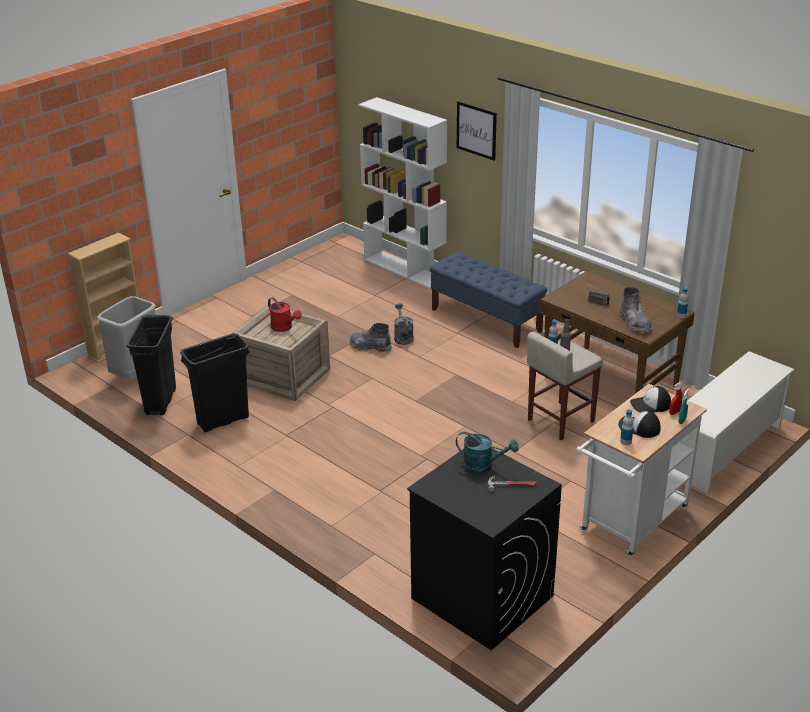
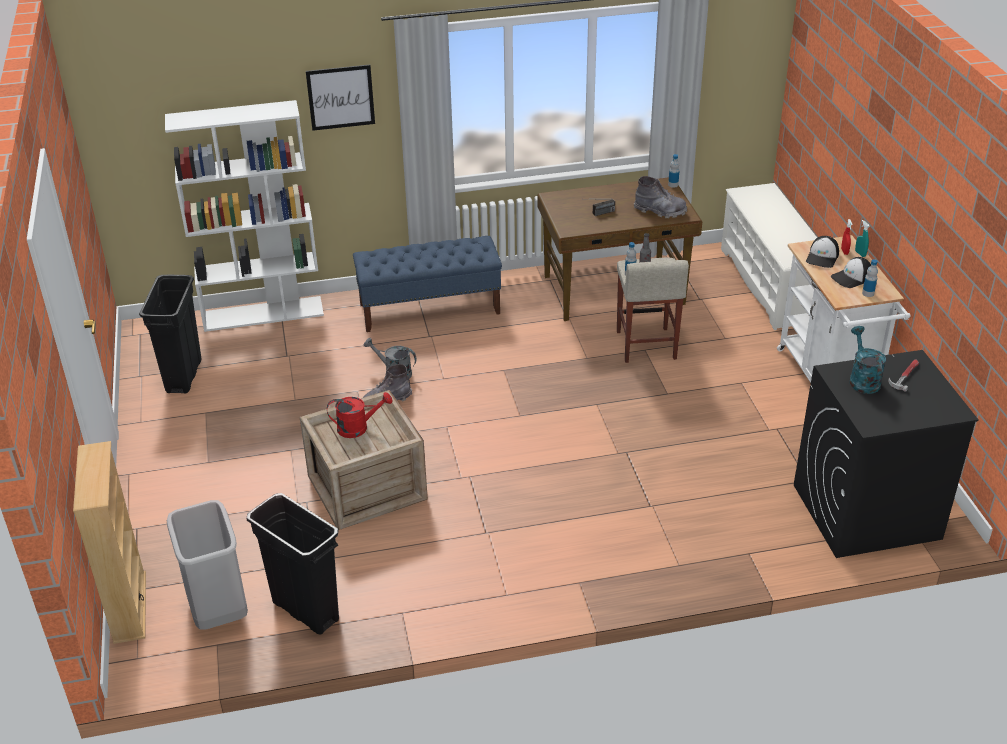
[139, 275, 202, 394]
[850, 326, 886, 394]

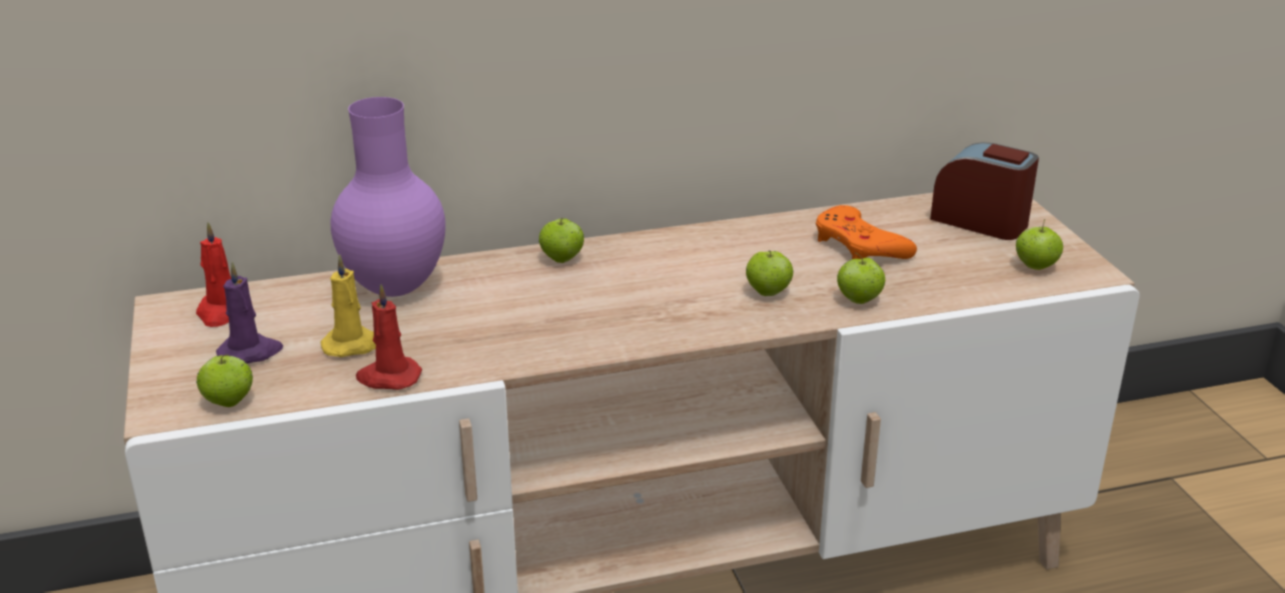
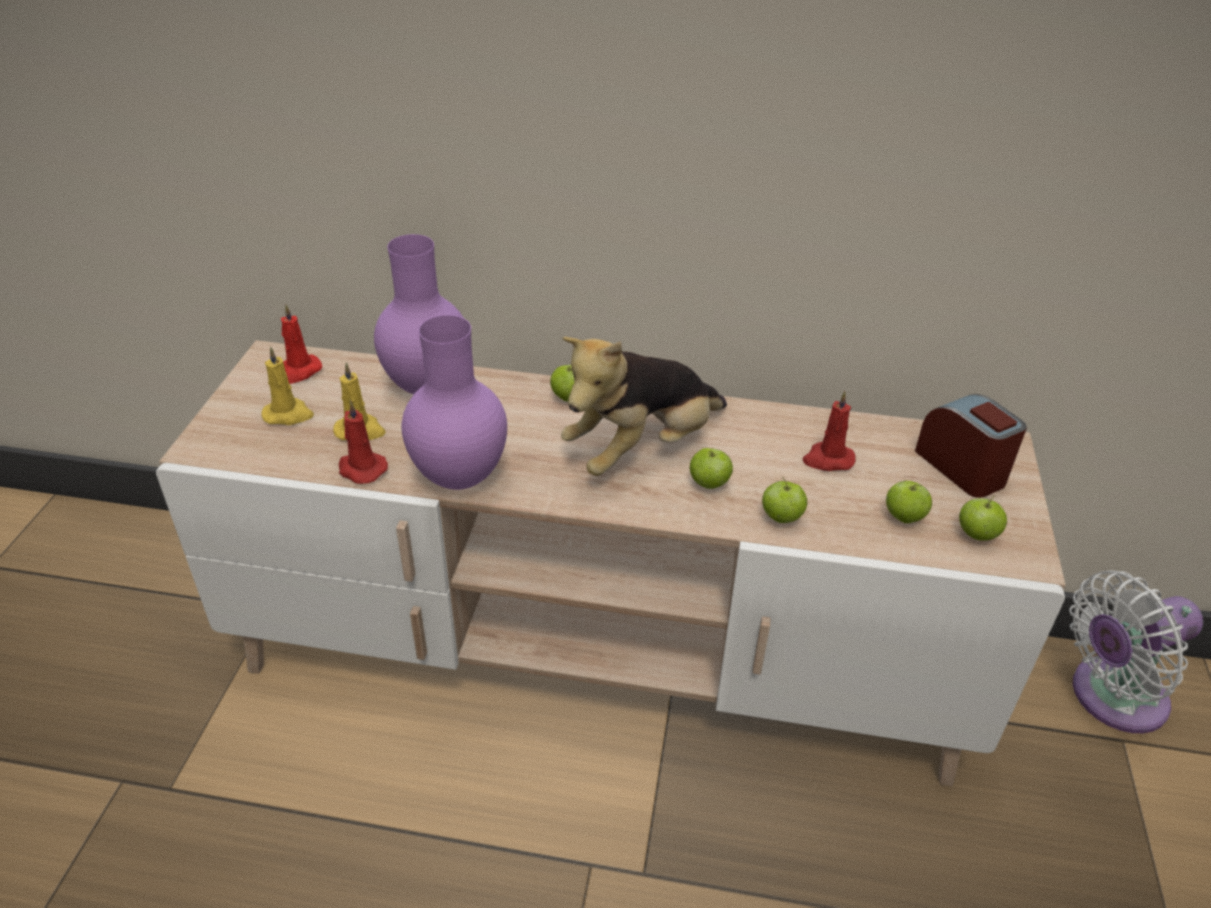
[886, 481, 932, 523]
[261, 347, 314, 425]
[803, 391, 856, 471]
[402, 315, 507, 490]
[561, 337, 727, 476]
[1069, 570, 1203, 733]

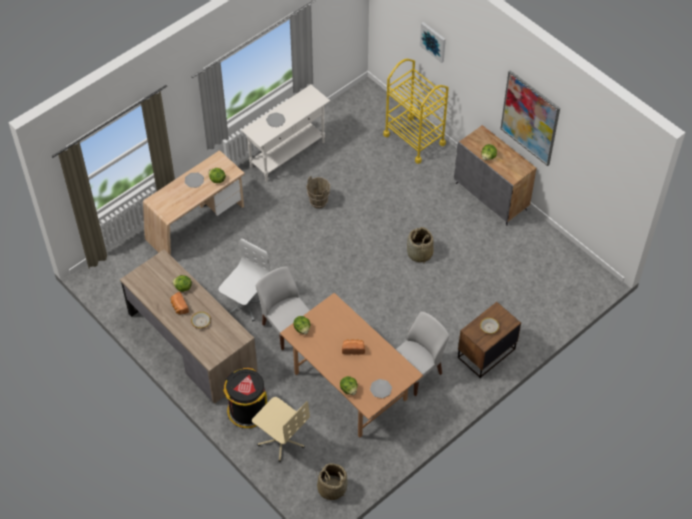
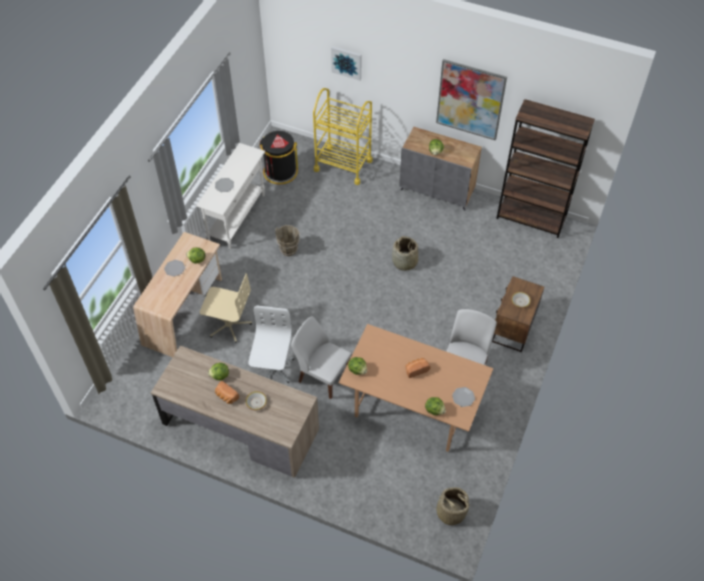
[260, 131, 298, 184]
[200, 273, 252, 343]
[496, 99, 595, 238]

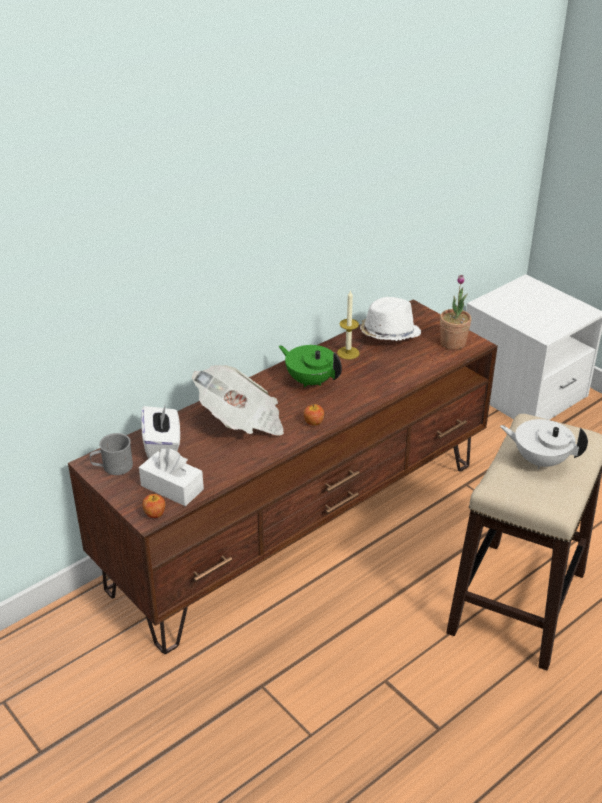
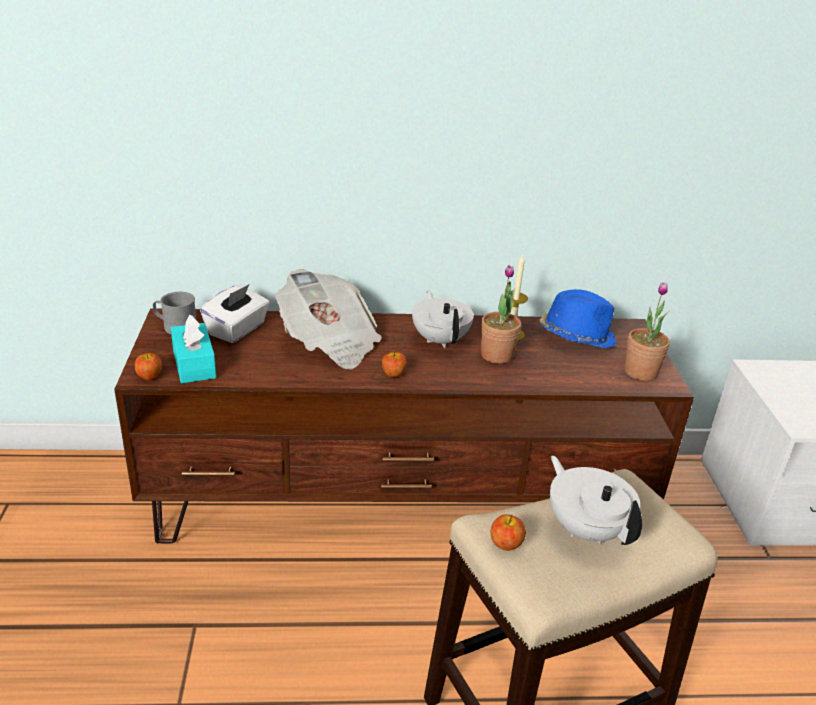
[171, 314, 216, 383]
[412, 291, 474, 348]
[539, 289, 617, 348]
[481, 265, 521, 364]
[491, 514, 526, 551]

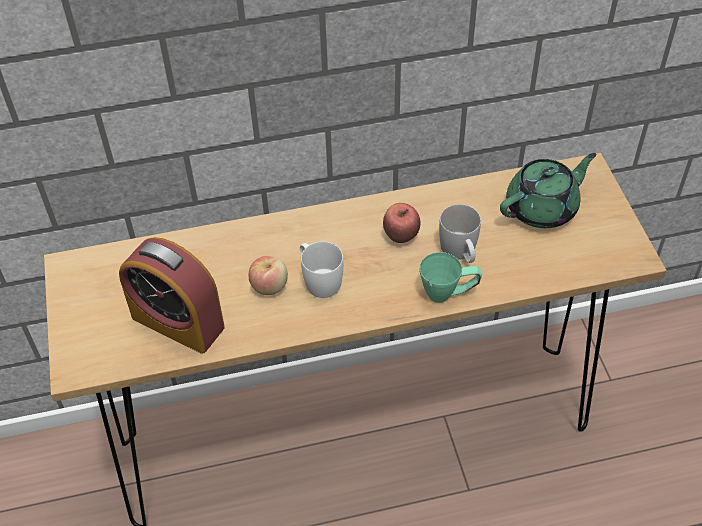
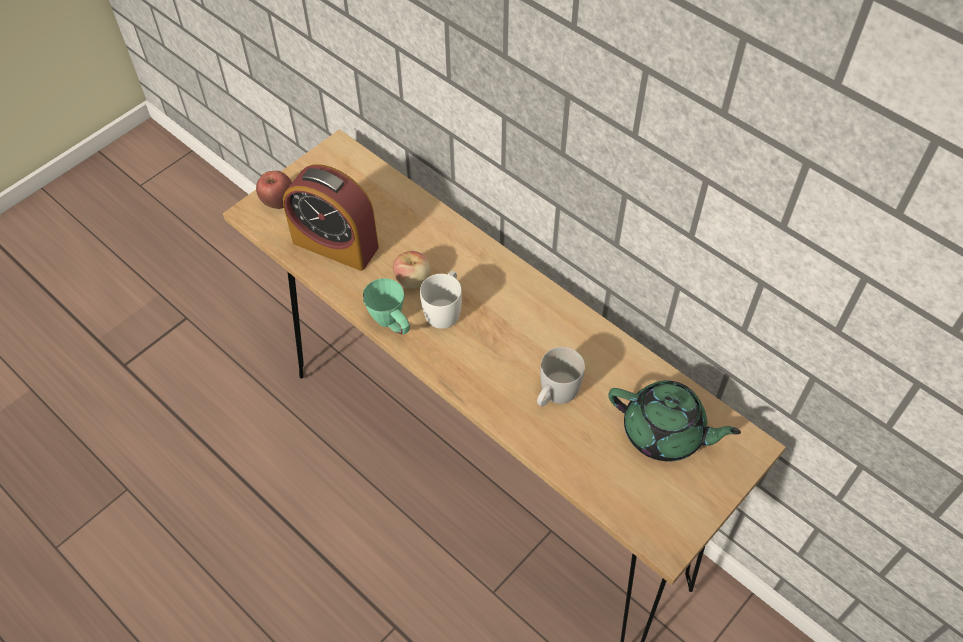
[283, 164, 379, 271]
[256, 171, 292, 209]
[363, 278, 410, 335]

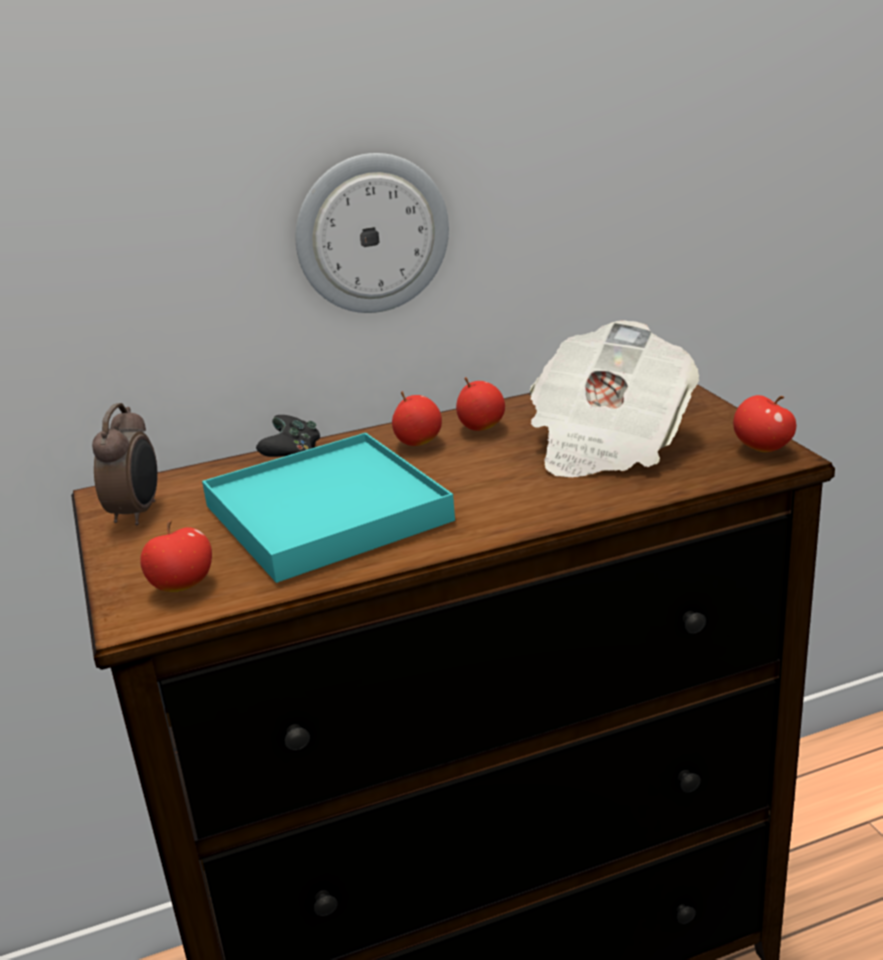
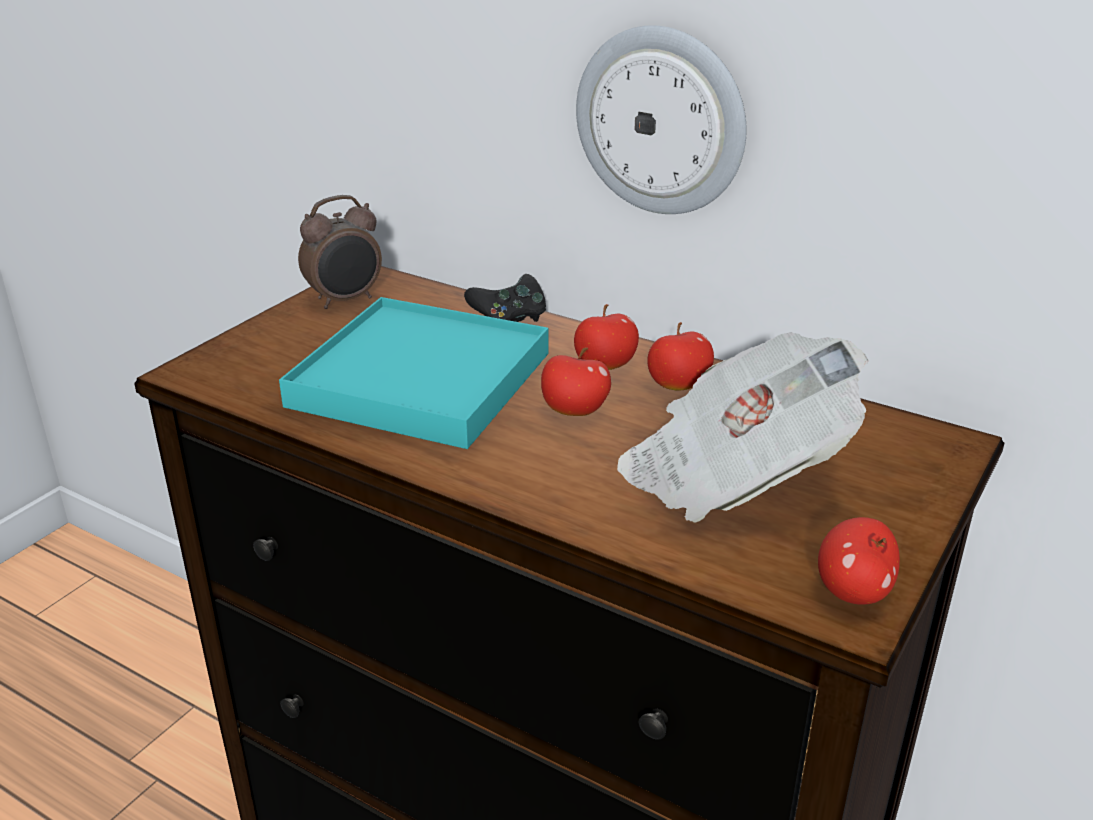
[541, 347, 611, 416]

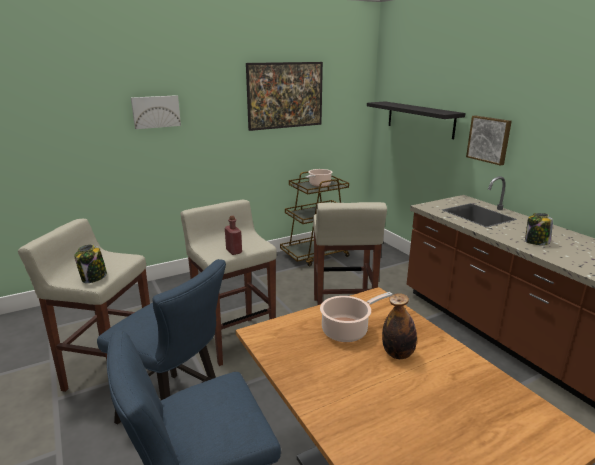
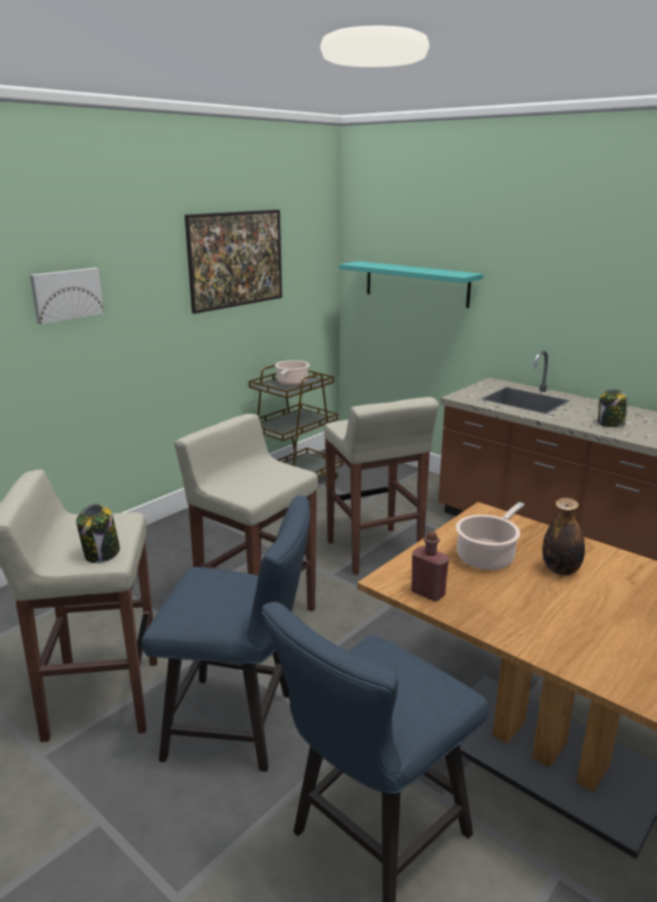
[411, 531, 449, 601]
[339, 261, 483, 308]
[466, 115, 512, 166] (first image)

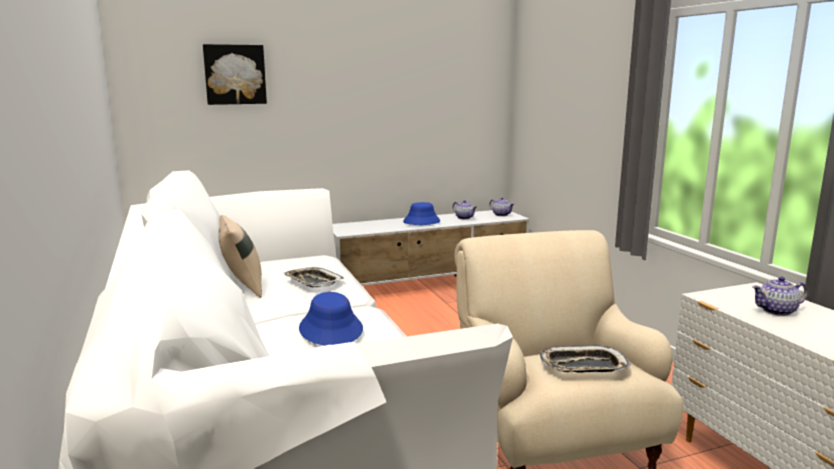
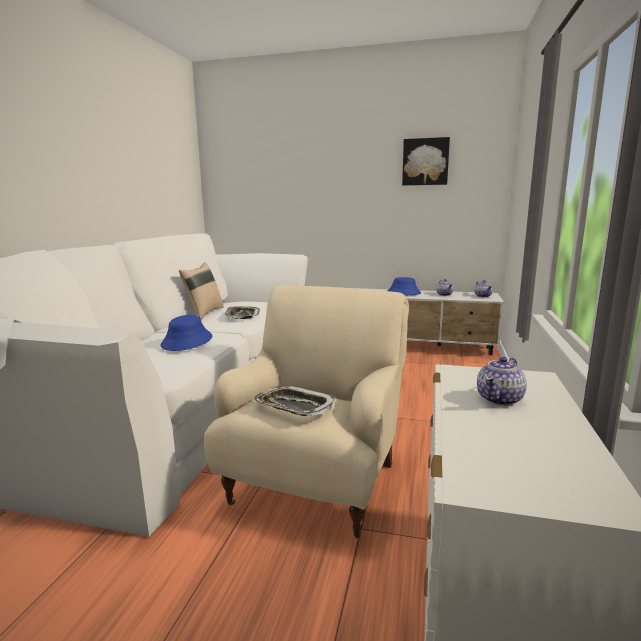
[402, 137, 450, 185]
[477, 357, 527, 406]

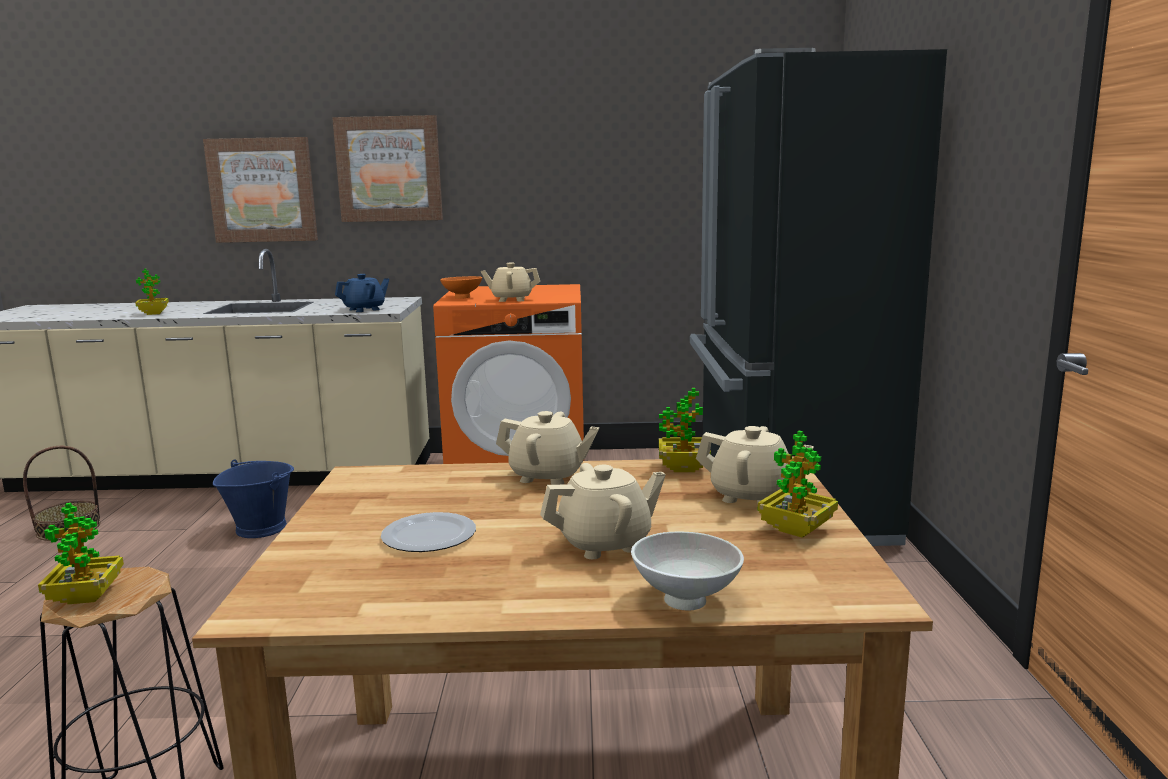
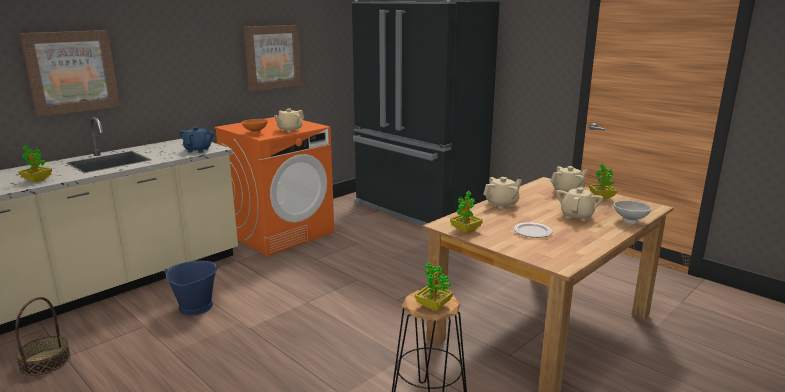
[243, 25, 301, 92]
[450, 191, 483, 233]

